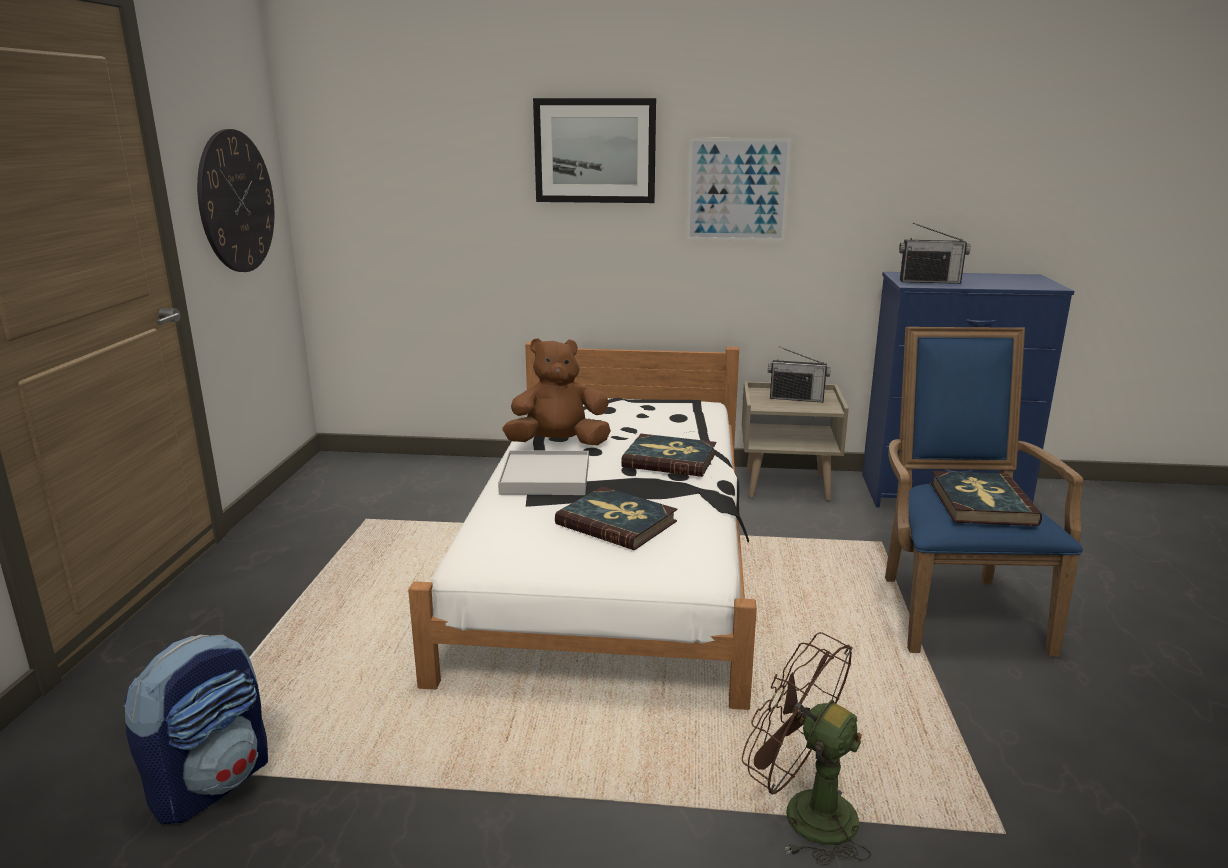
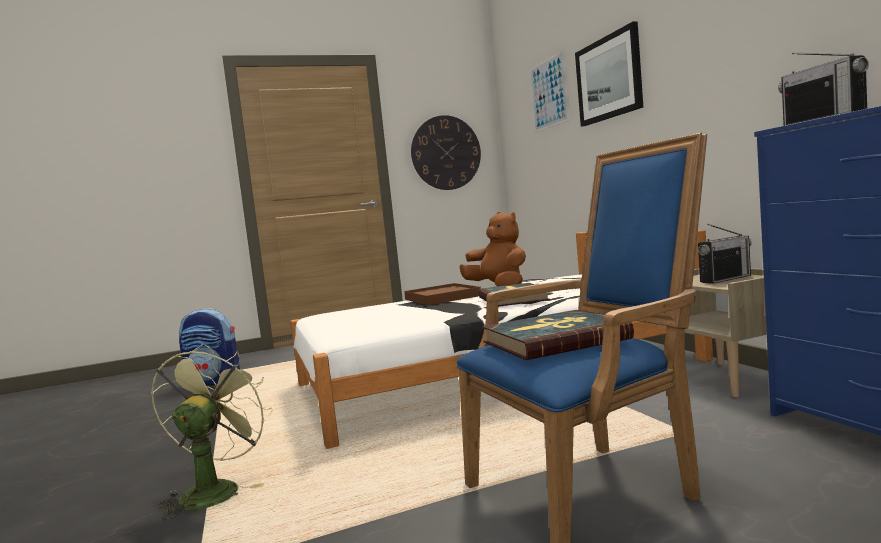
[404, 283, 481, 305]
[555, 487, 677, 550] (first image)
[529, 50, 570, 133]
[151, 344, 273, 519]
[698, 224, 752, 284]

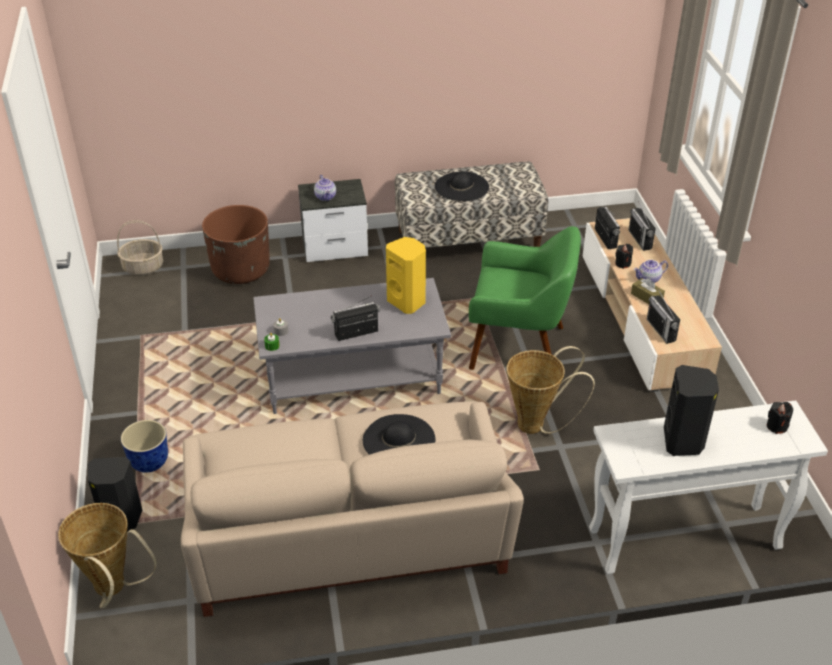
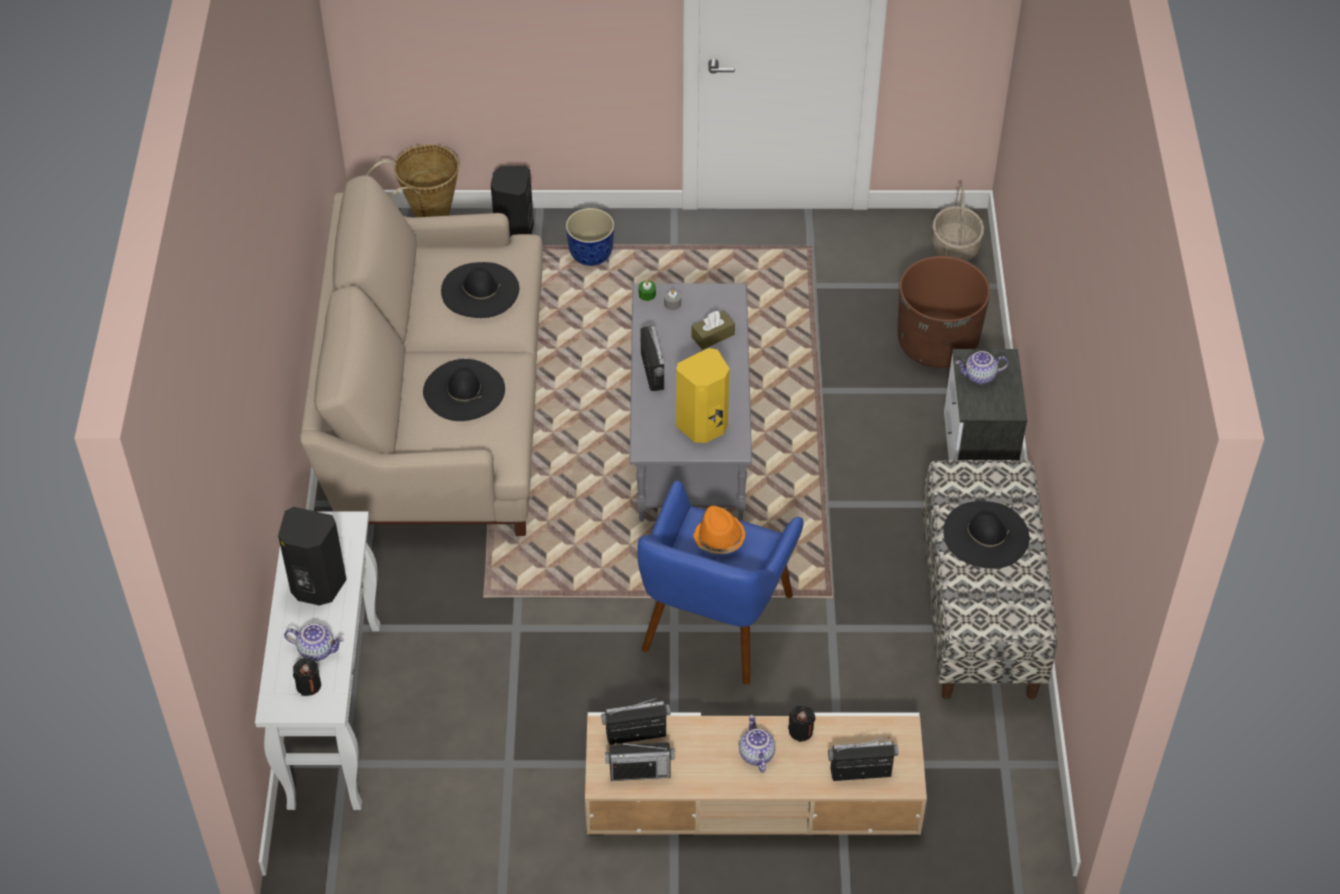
[637, 480, 804, 685]
[506, 346, 595, 434] (first image)
[605, 742, 675, 781]
[691, 311, 735, 350]
[284, 623, 344, 661]
[441, 262, 519, 318]
[693, 506, 746, 554]

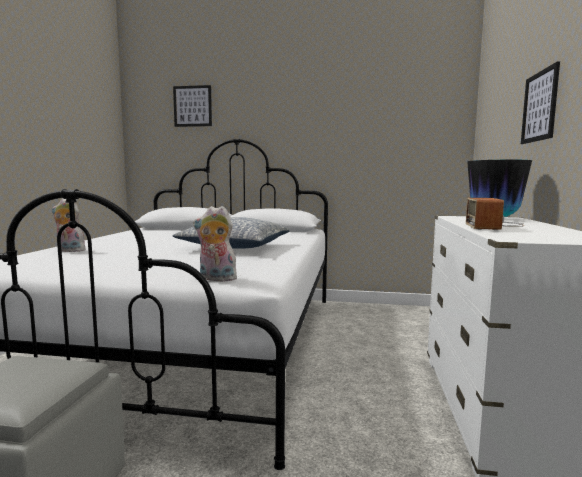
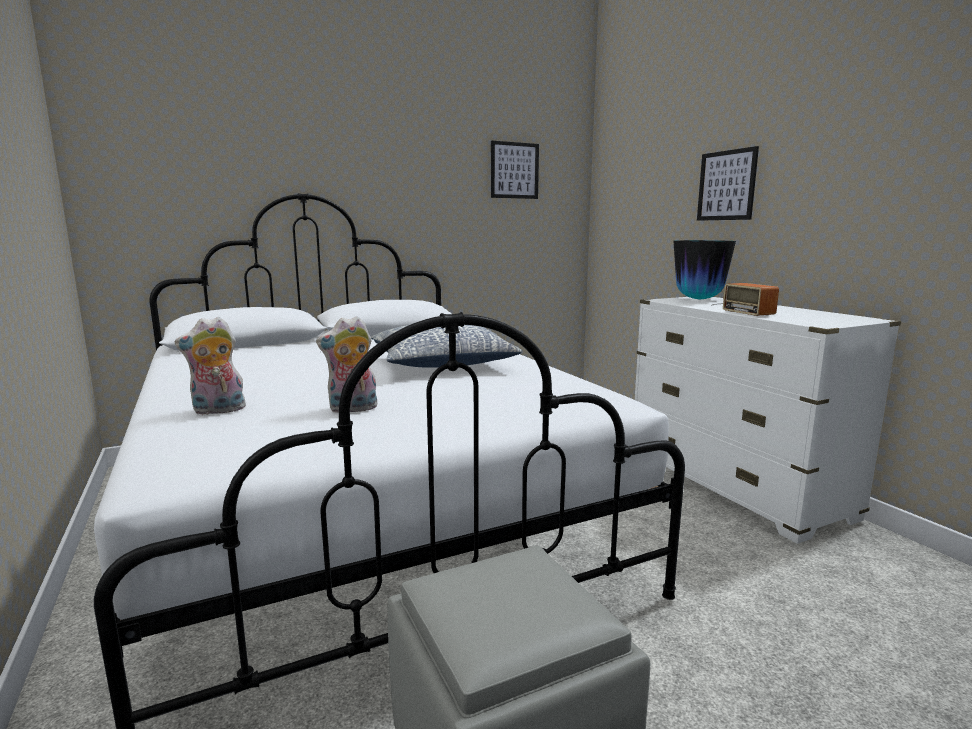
[491, 141, 539, 199]
[316, 316, 378, 413]

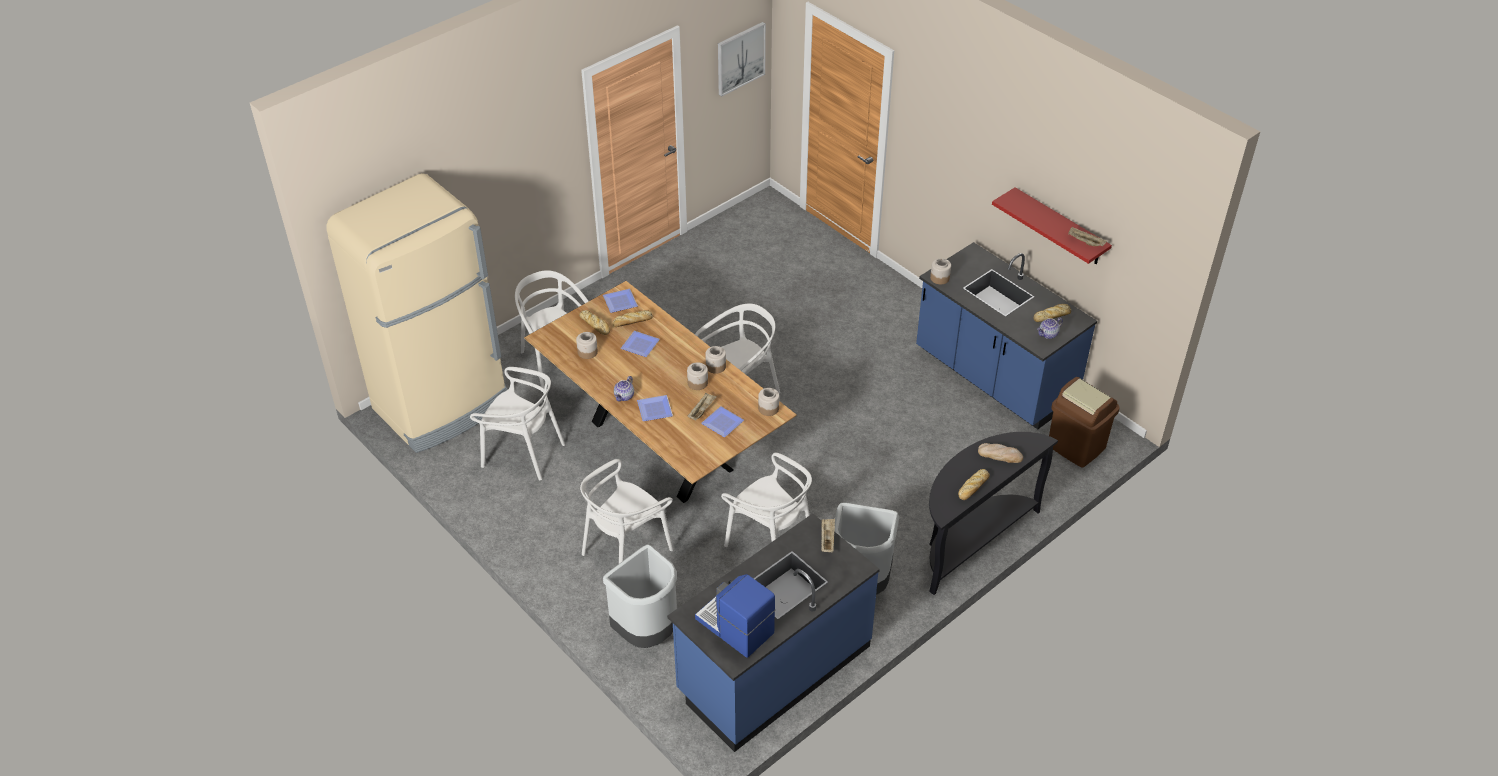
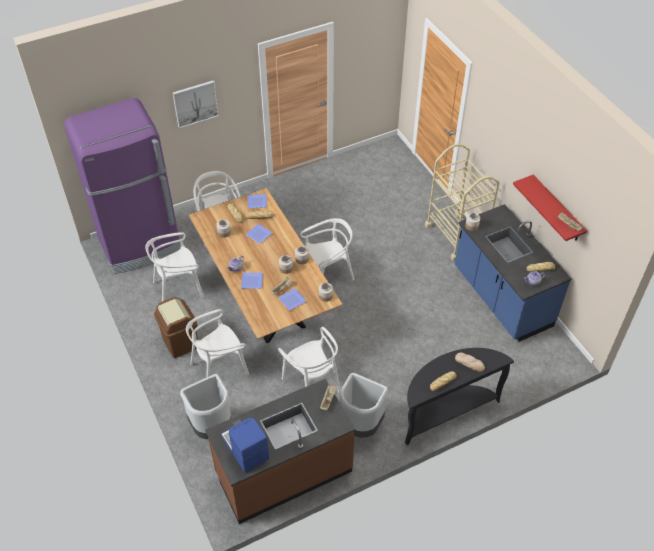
[64, 98, 181, 274]
[145, 232, 204, 301]
[205, 379, 356, 524]
[173, 80, 219, 129]
[154, 297, 198, 358]
[425, 144, 500, 261]

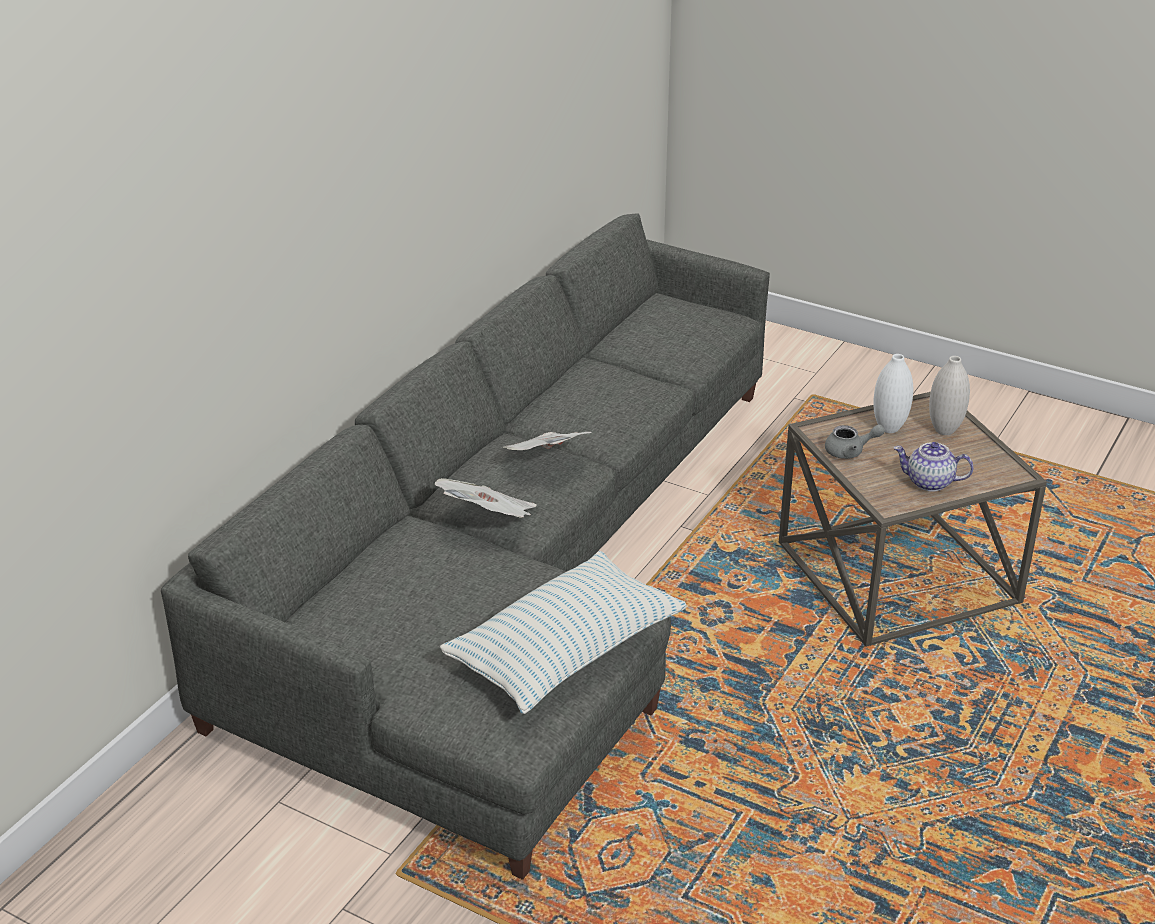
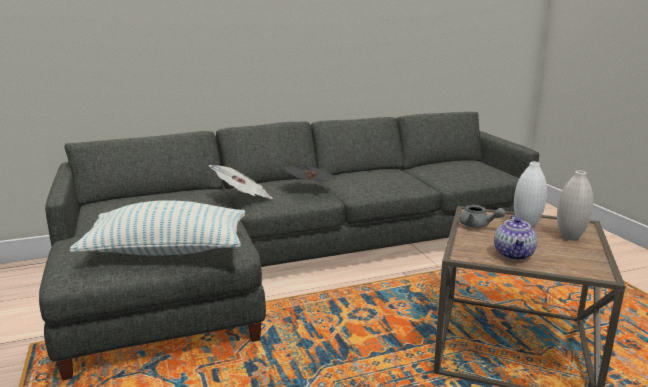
[494, 215, 537, 260]

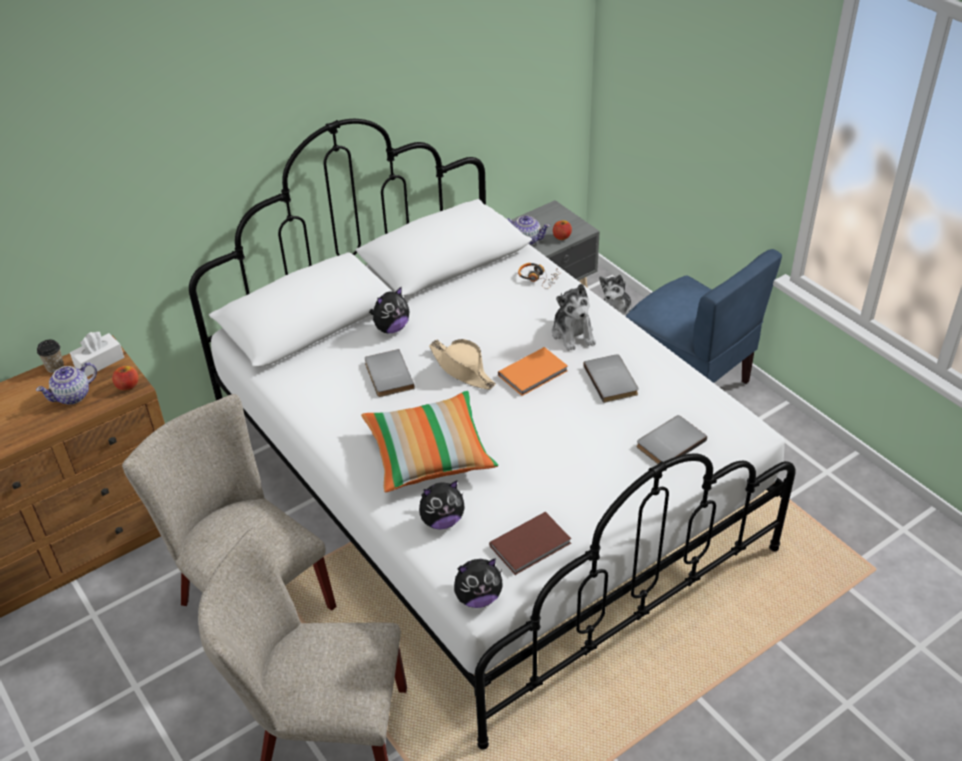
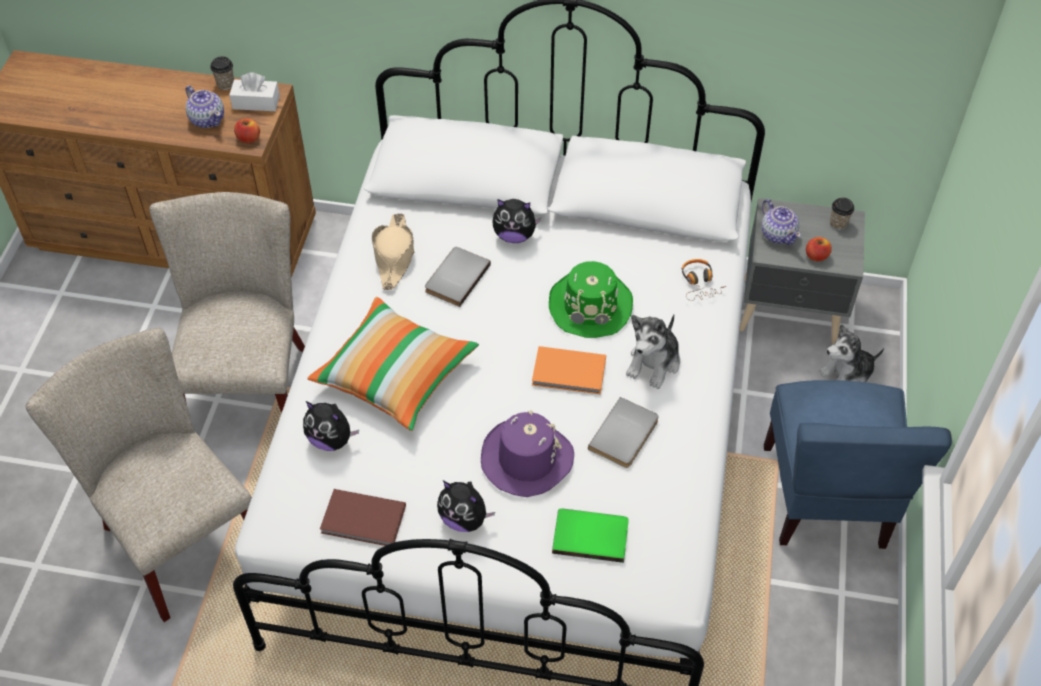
[185, 86, 224, 128]
[372, 213, 414, 290]
[437, 481, 495, 532]
[552, 509, 629, 563]
[481, 410, 574, 497]
[549, 261, 633, 338]
[830, 197, 854, 230]

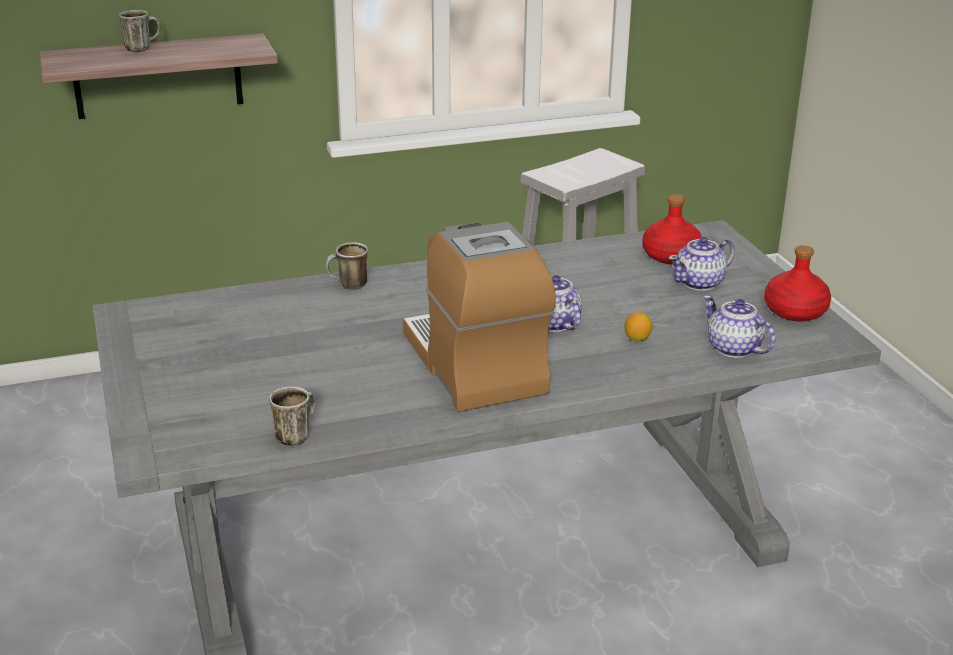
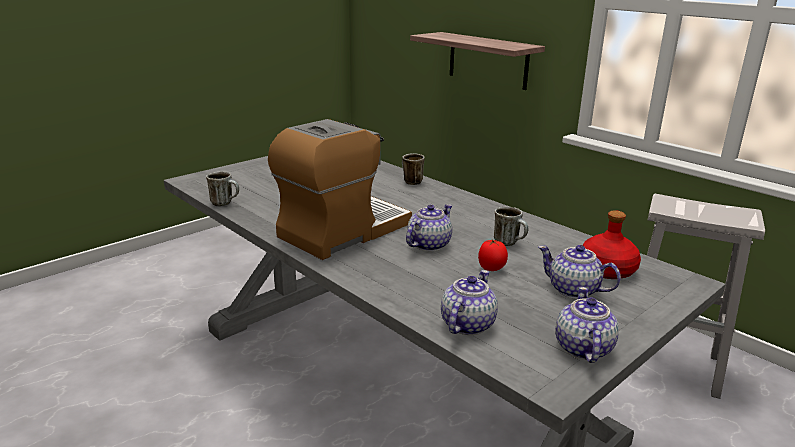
[494, 207, 528, 246]
[625, 312, 653, 341] (first image)
[555, 287, 619, 363]
[478, 240, 508, 271]

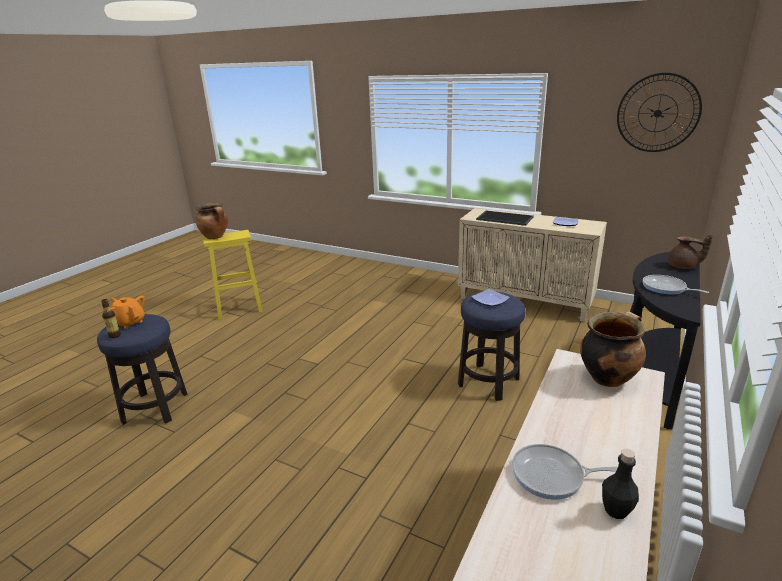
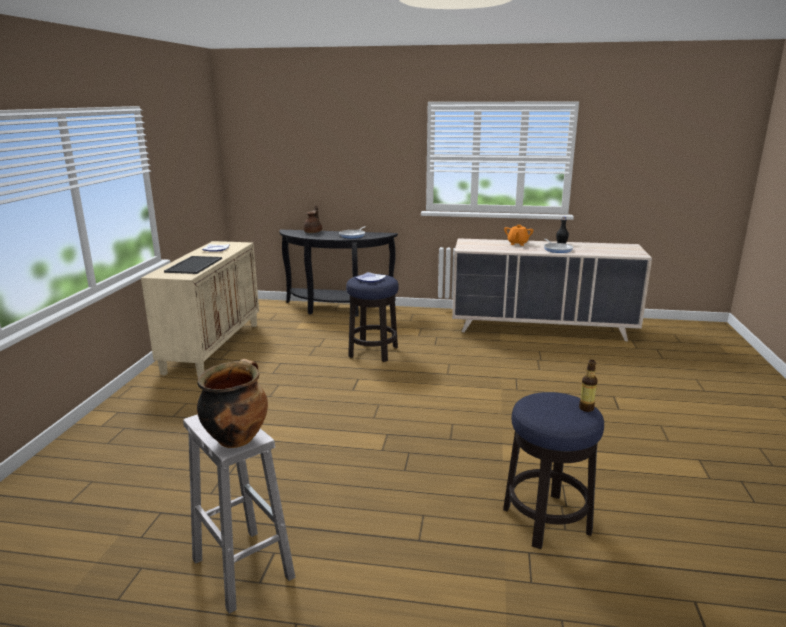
[504, 225, 533, 246]
[183, 414, 295, 614]
[580, 311, 646, 387] (first image)
[617, 73, 702, 152] (first image)

